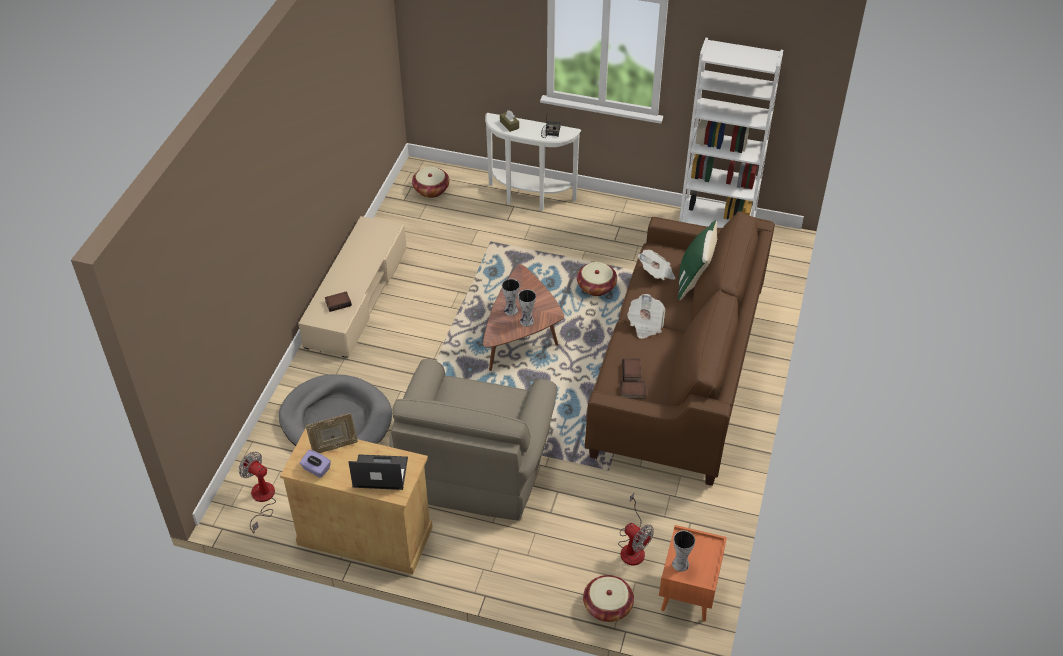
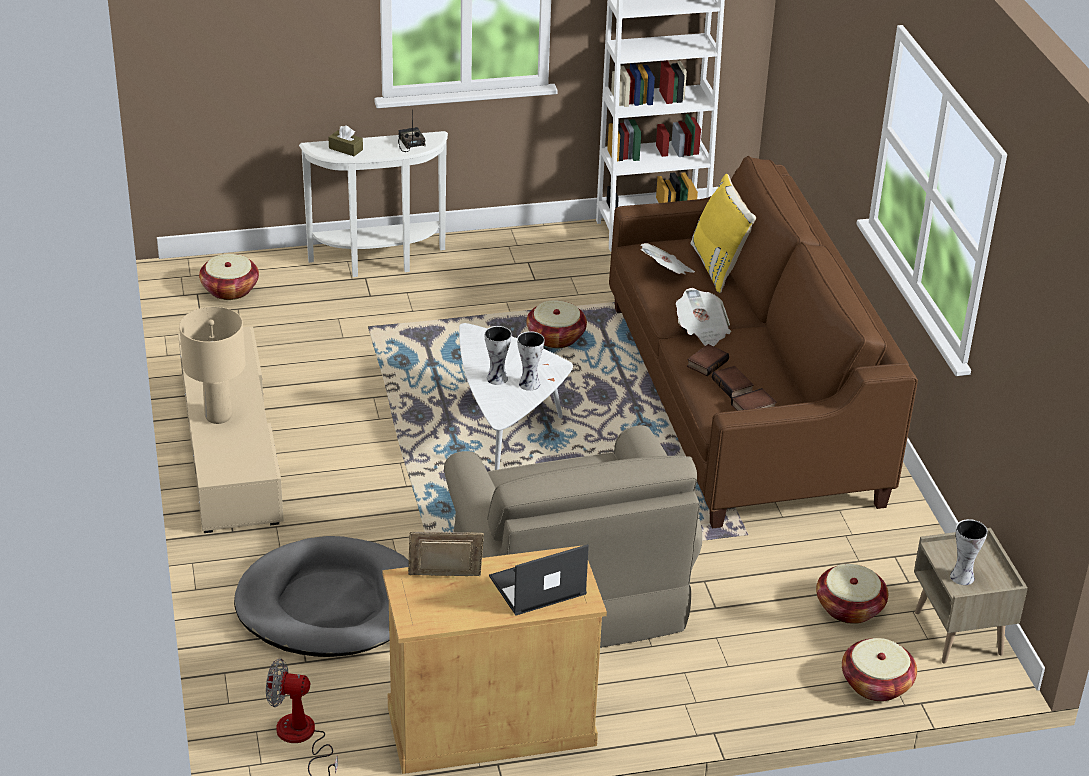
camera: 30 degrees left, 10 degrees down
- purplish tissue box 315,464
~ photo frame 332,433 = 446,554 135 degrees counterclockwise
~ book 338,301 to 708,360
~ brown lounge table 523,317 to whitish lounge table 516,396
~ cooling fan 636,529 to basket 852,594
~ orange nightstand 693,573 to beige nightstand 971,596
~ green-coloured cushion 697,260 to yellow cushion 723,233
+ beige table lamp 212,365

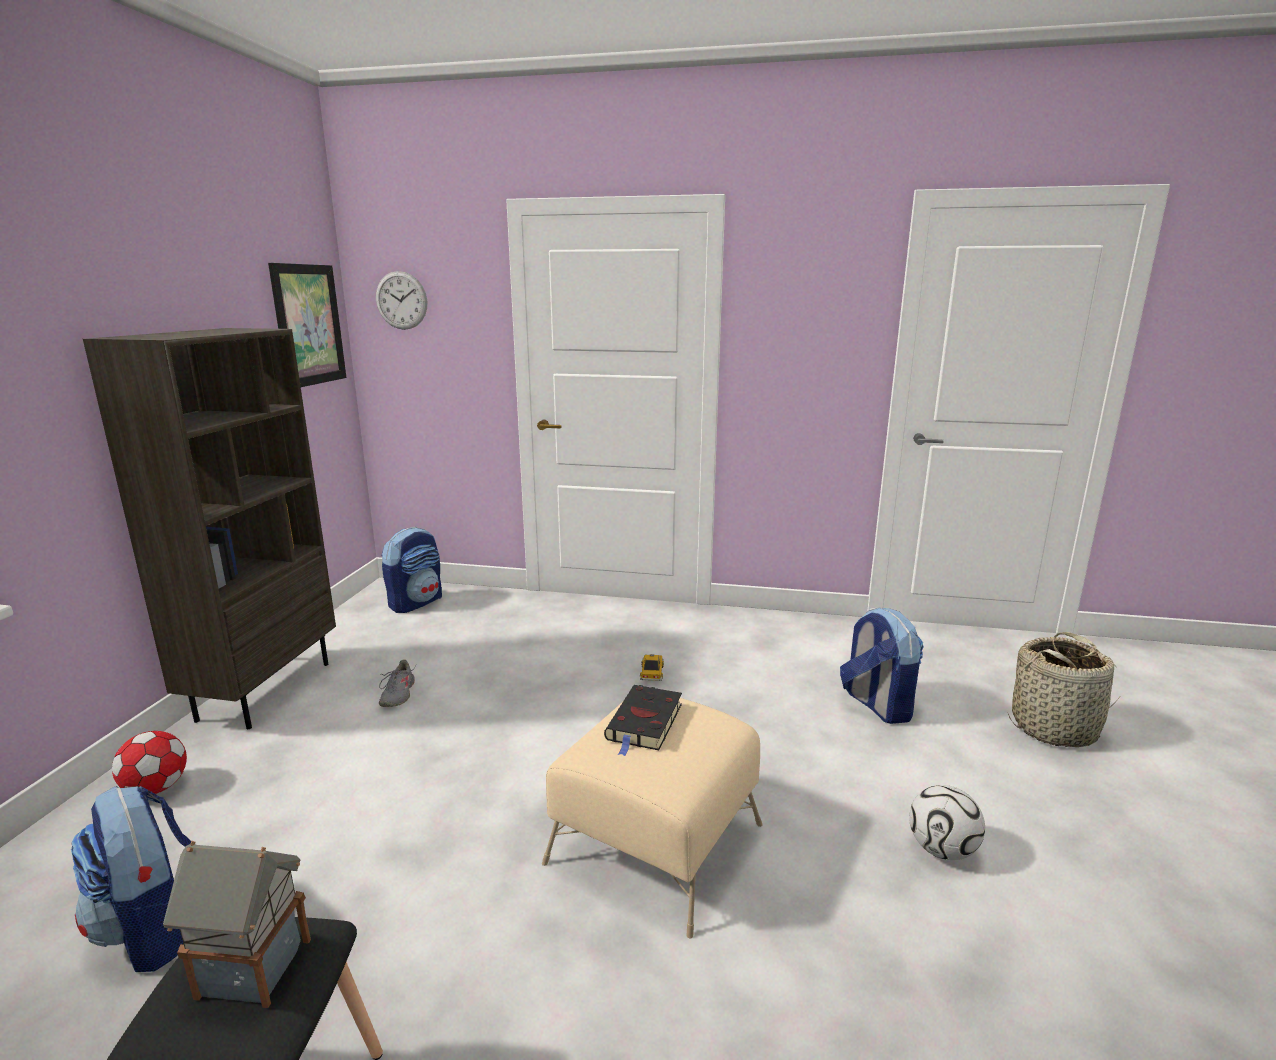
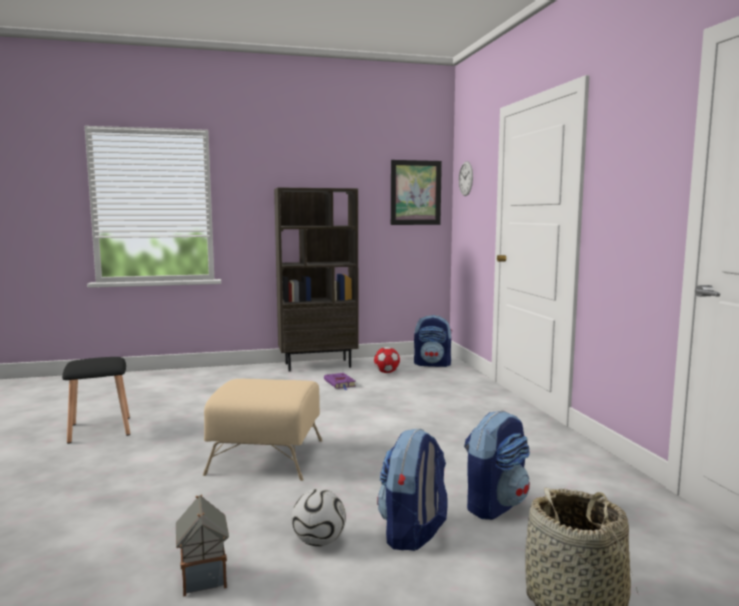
camera: 65 degrees right, 10 degrees down
~ backpack 133,879 to 412,489
~ football ball 149,762 to 387,360
~ model house 237,924 to 202,545
~ gray item of footwear 398,683 to purplish book 339,381
- black-coloured book 643,720
- miniature car 652,667

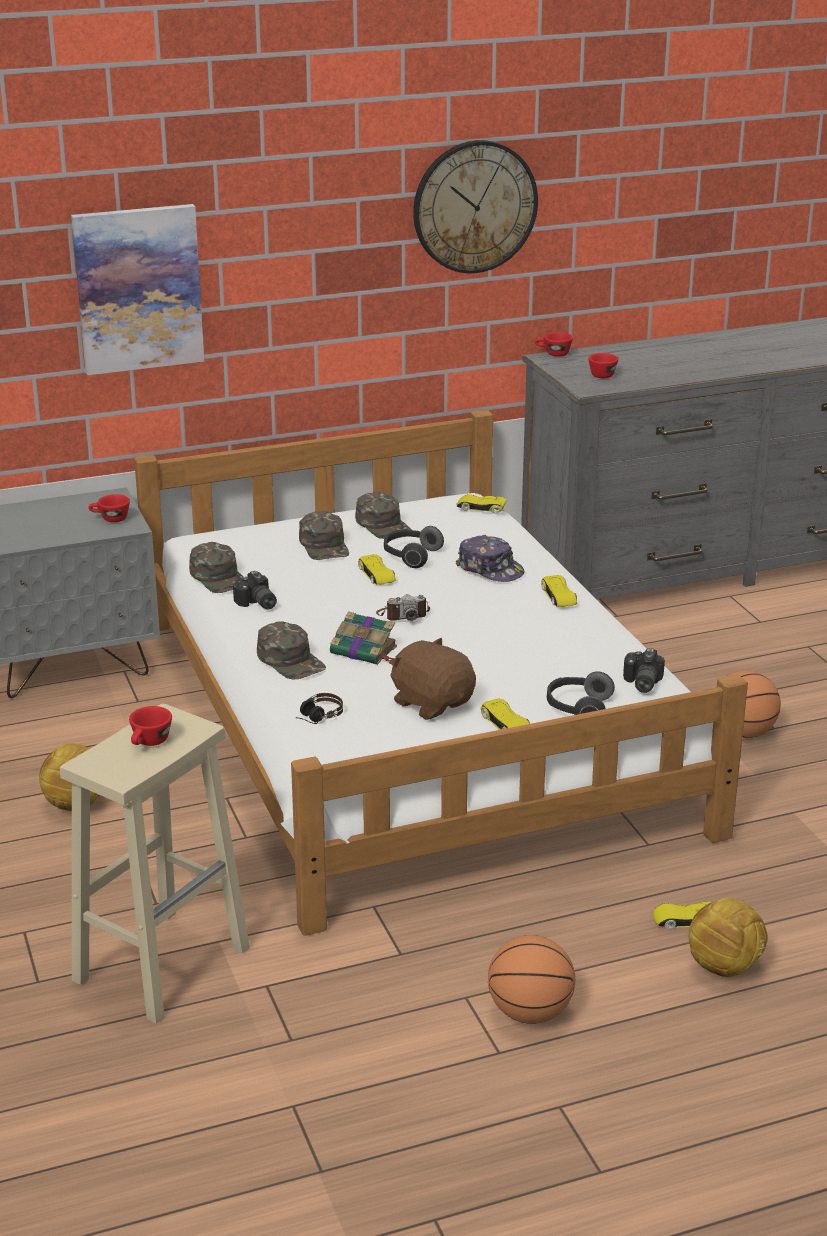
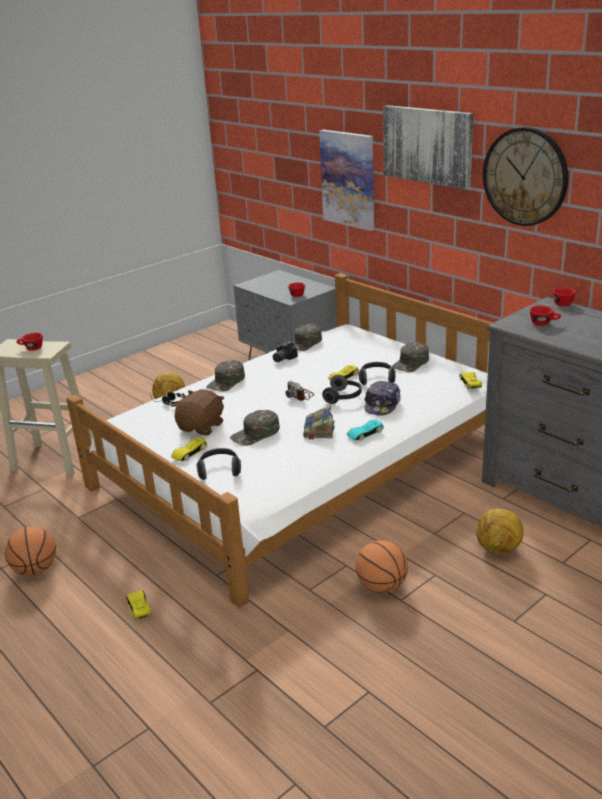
camera: 70 degrees right, 0 degrees up
~ green-coloured peaked cap 324,535 to 254,428
~ book 363,638 to 318,422
~ yellow miniature car 559,591 to turquoise miniature car 365,429
- photo camera 644,670
~ football ball 728,937 to 500,531
+ headset 342,389
+ wall art 428,147

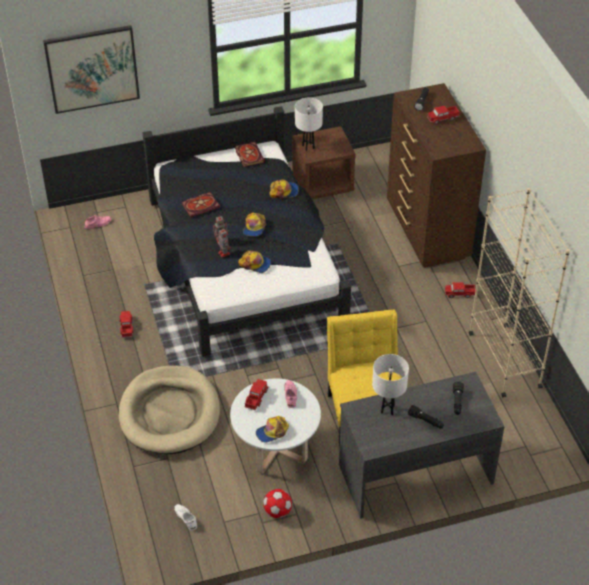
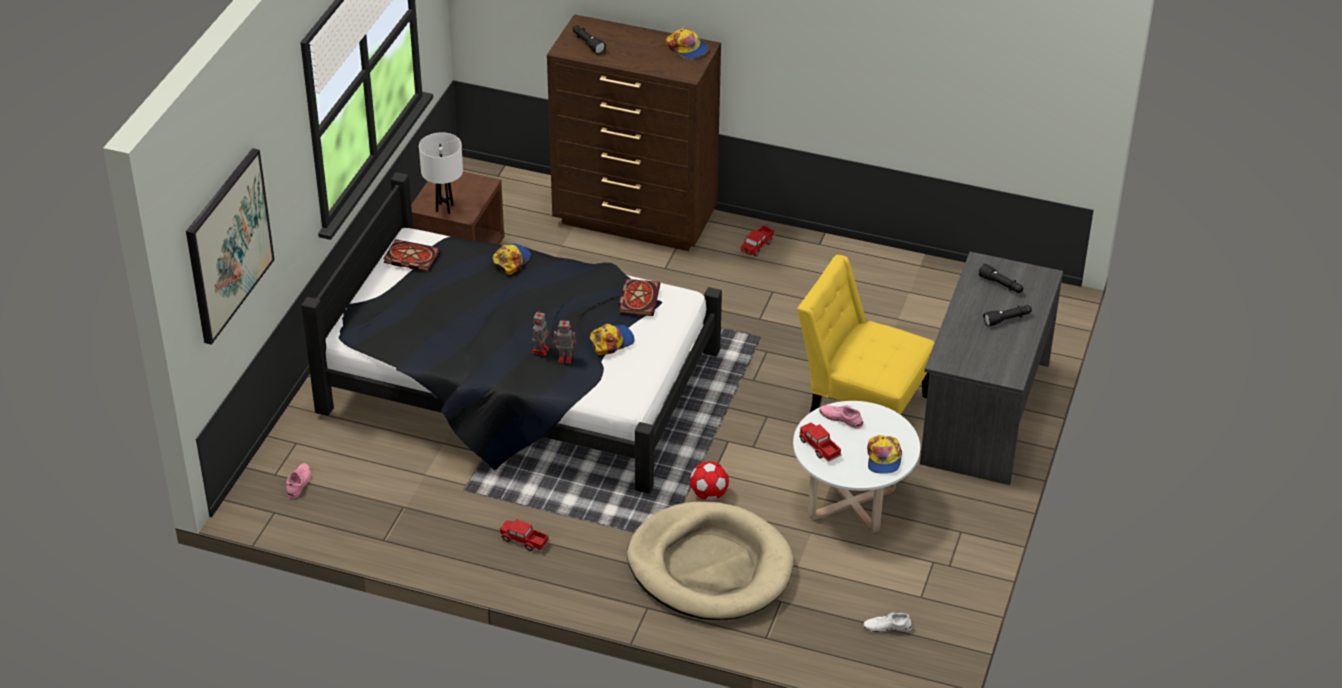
camera: 55 degrees left, 5 degrees down
~ book 201,205 to 639,297
~ peaked cap 254,225 to 687,44
~ football ball 277,503 to 709,480
- whitish table lamp 390,384
- toy lorry 443,115
- beige bookshelf 519,292

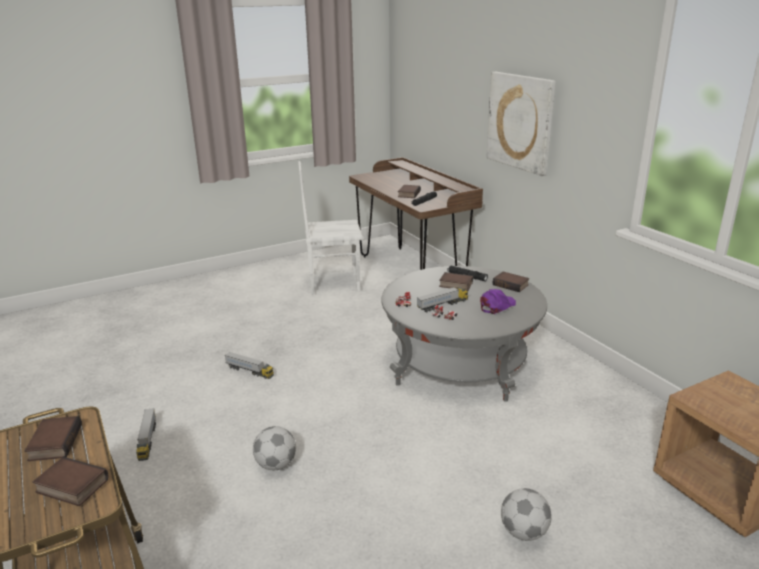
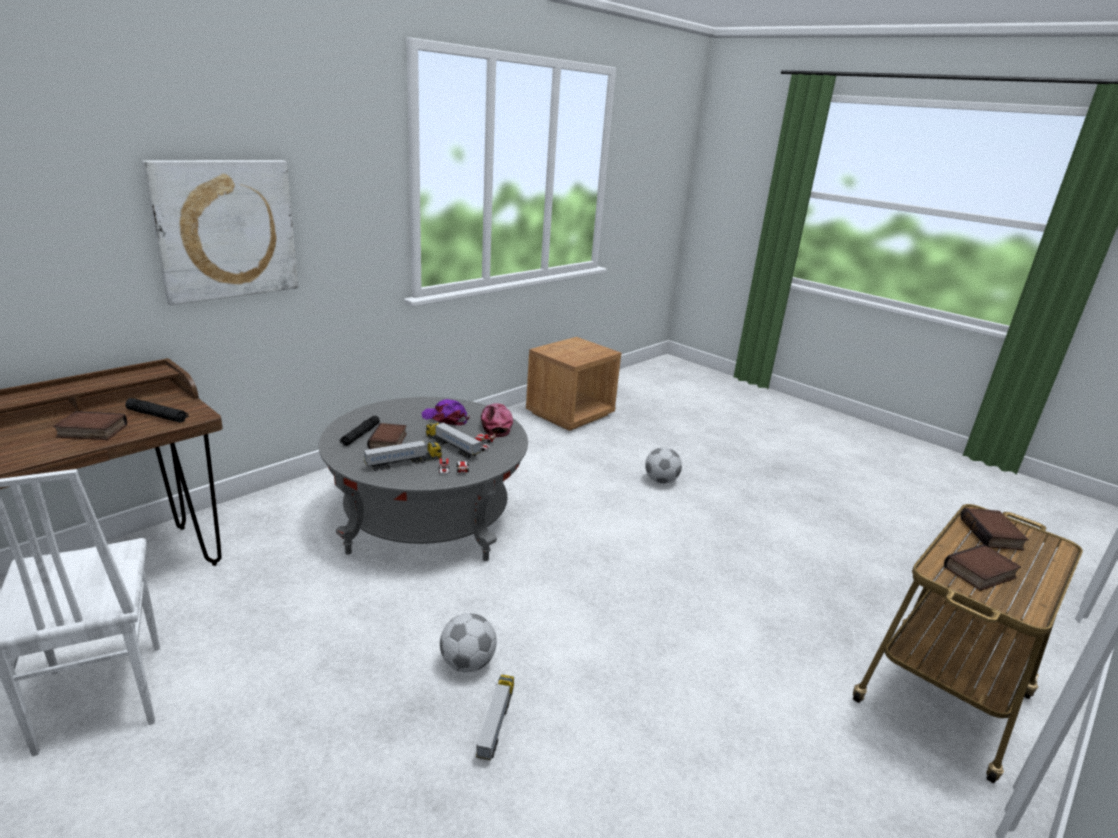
camera: 110 degrees left, 0 degrees up
~ toy lorry 146,434 to 403,455
~ football ball 274,448 to 468,642
- book 511,282
+ peaked cap 497,420

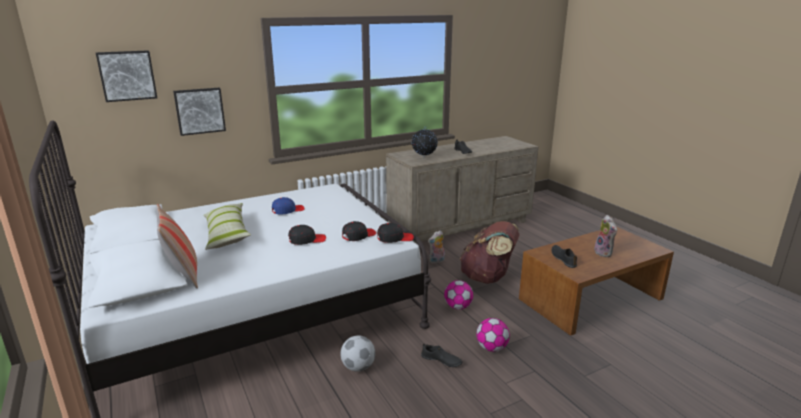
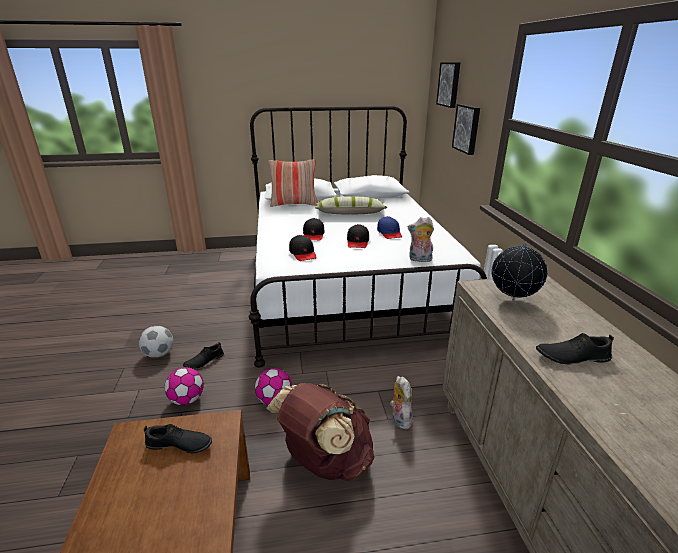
camera: 110 degrees right, 5 degrees up
~ football ball 357,353 to 156,342
~ black-coloured peaked cap 395,233 to 358,236
~ soft toy 605,236 to 421,239

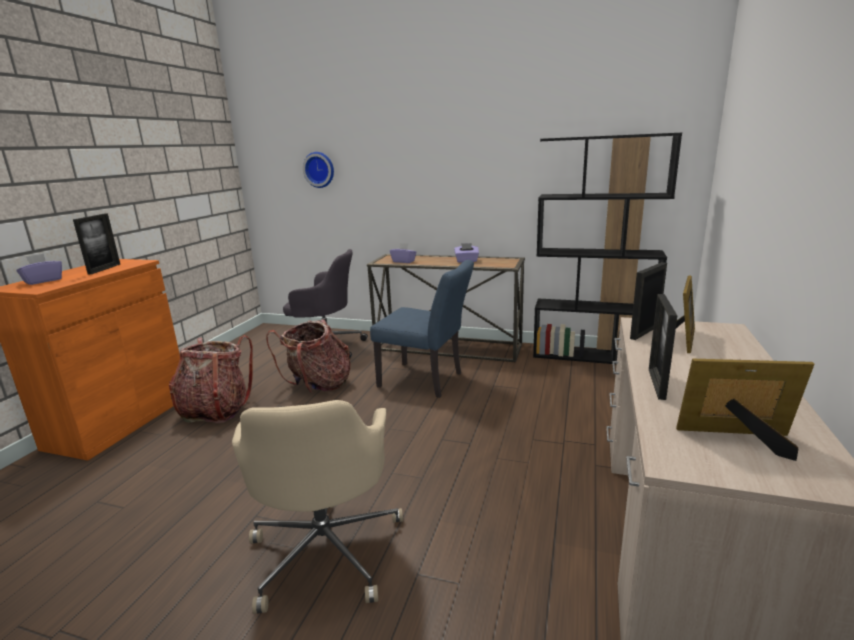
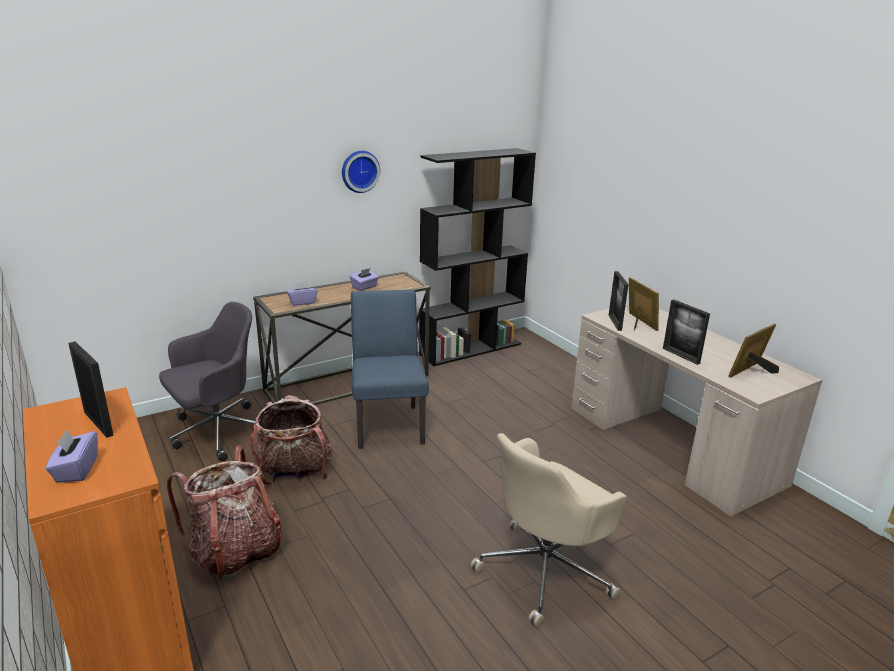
camera: 50 degrees left, 5 degrees up
~ beige computer chair 317,507 = 549,530 105 degrees clockwise
~ wall clock 318,170 to 361,172
~ blue-coloured plain chair 422,329 = 390,369 75 degrees counterclockwise

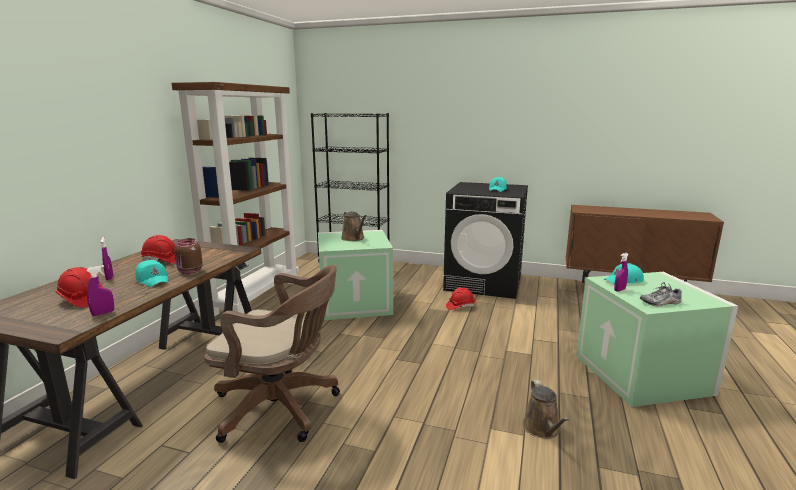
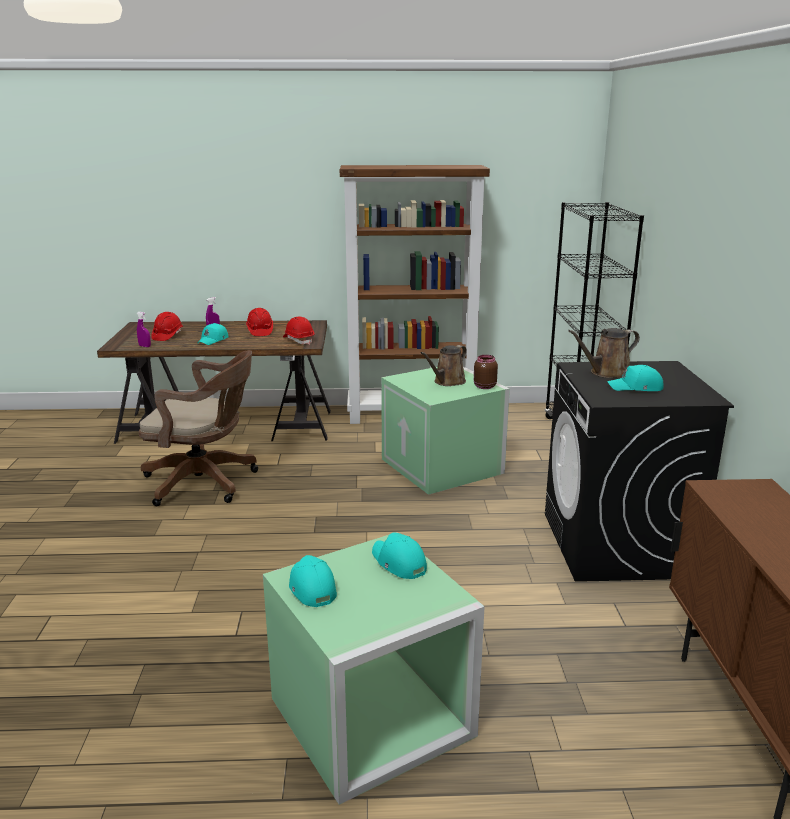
camera: 70 degrees right, 5 degrees up
~ brown jar 188,256 to 486,372
~ brown computer chair 272,354 = 198,428 75 degrees counterclockwise
~ reddish hard hat 460,298 to 298,330
~ brown watering pot 545,409 to 604,353
- purplish hand sprayer 621,272
~ item of footwear 661,294 to turquoise peaked cap 313,581

